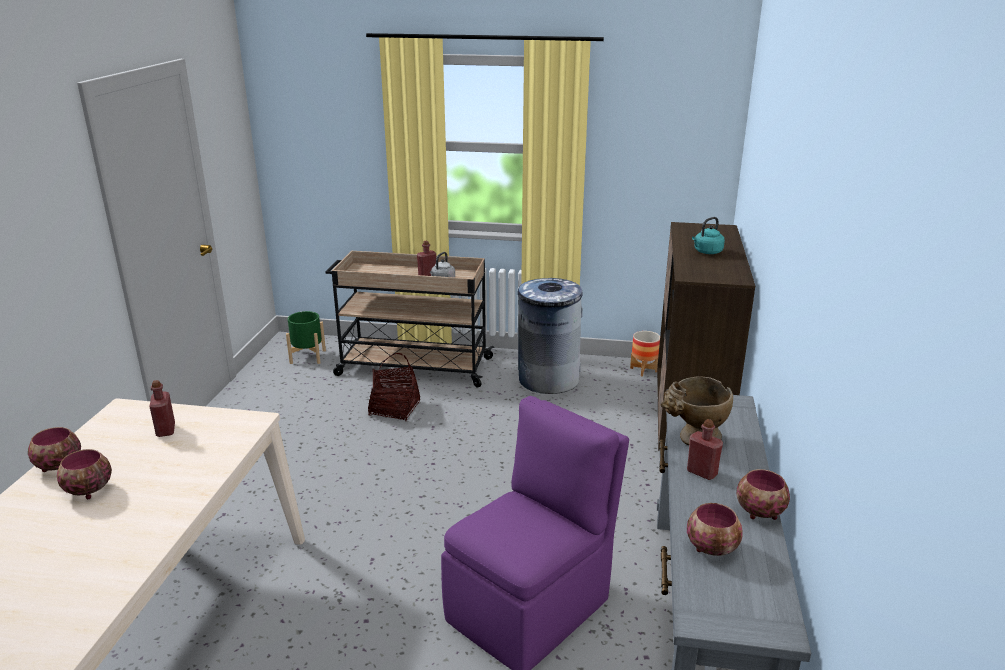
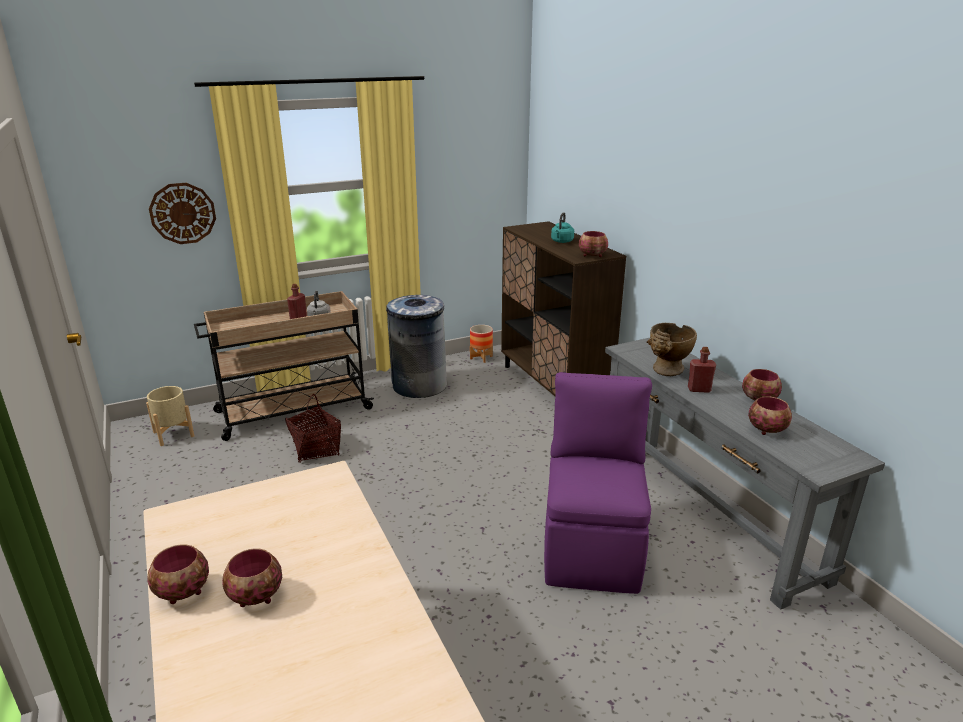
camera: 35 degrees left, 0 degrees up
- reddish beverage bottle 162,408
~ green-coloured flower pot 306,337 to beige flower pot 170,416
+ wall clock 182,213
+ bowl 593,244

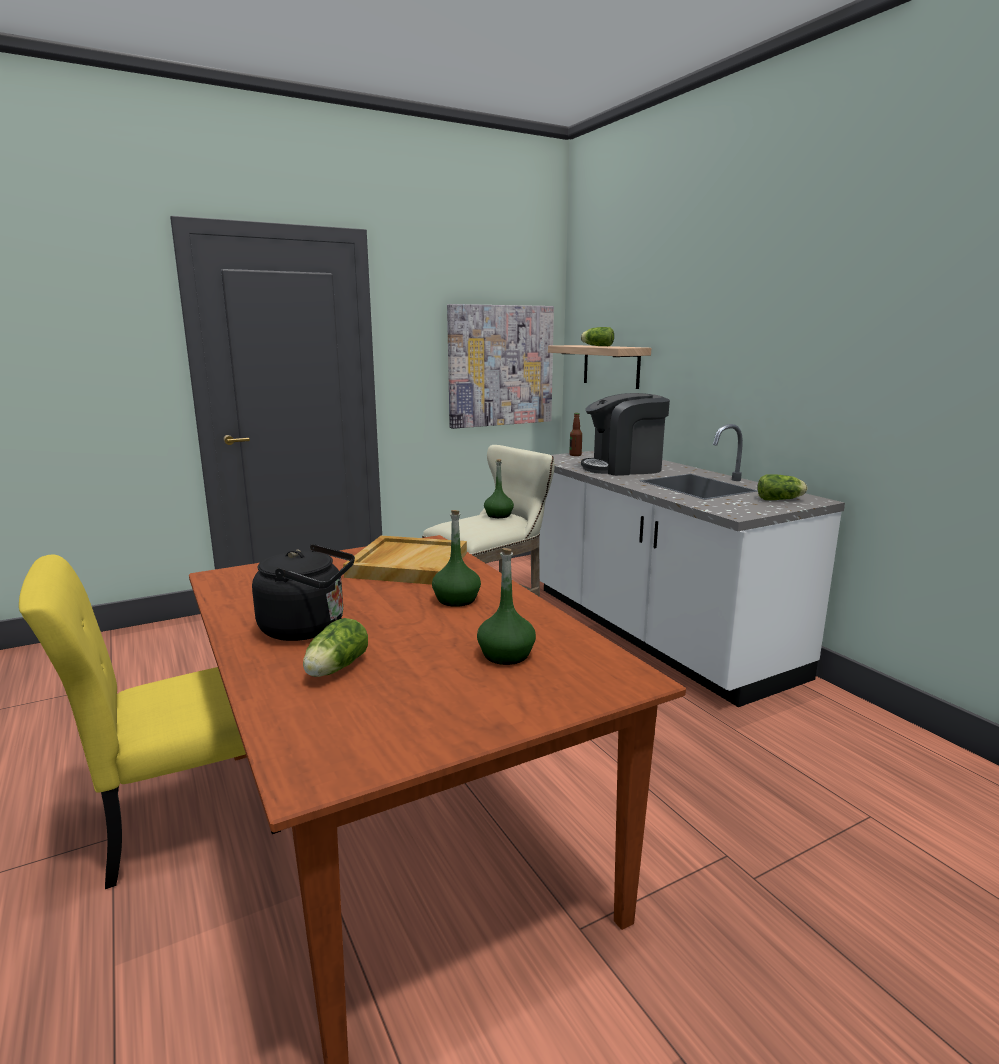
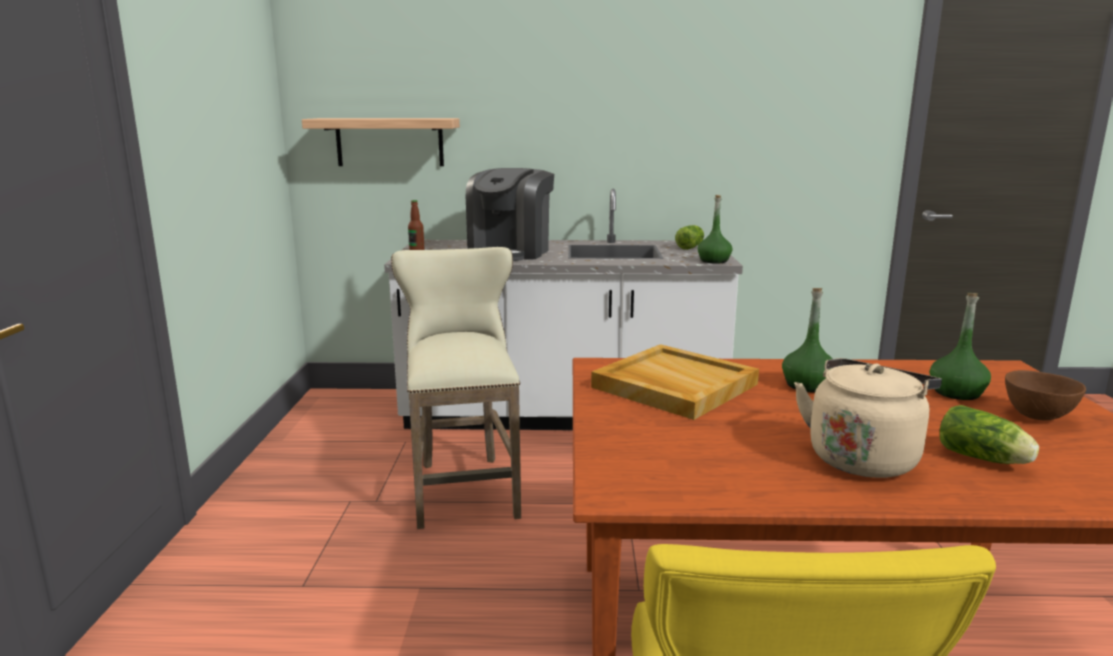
camera: 60 degrees left, 0 degrees up
~ black-coloured tea kettle 303,592 to beige tea kettle 868,418
- wall art 500,366
~ green-coloured beverage bottle 499,488 to 715,229
- lettuce head 597,336
+ brown bowl 1045,395

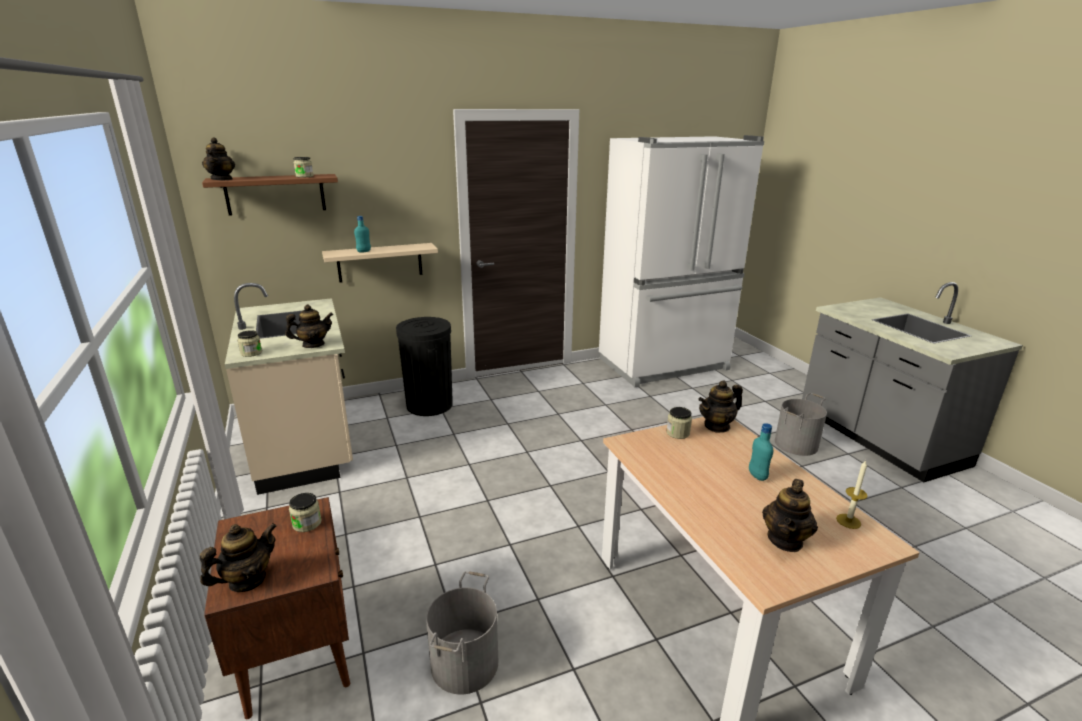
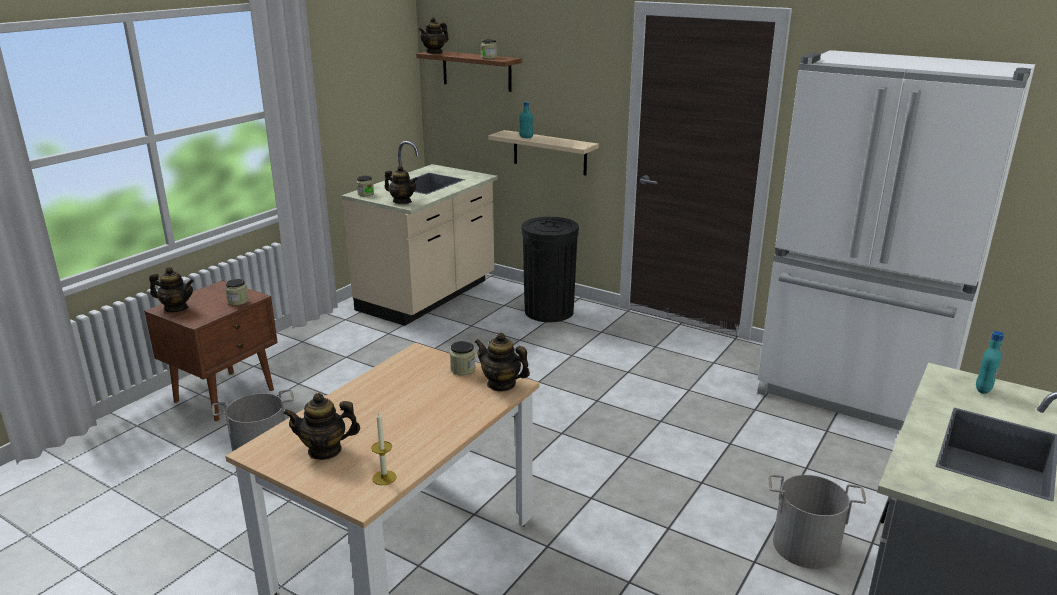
camera: 55 degrees right, 0 degrees up
~ turquoise beverage bottle 761,452 to 990,362

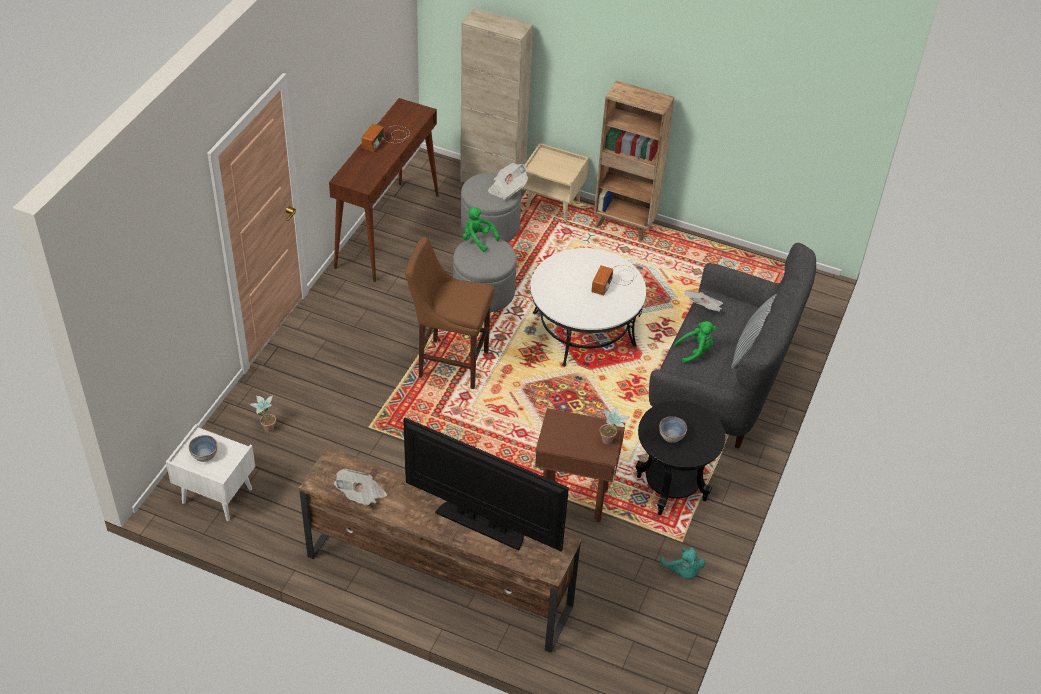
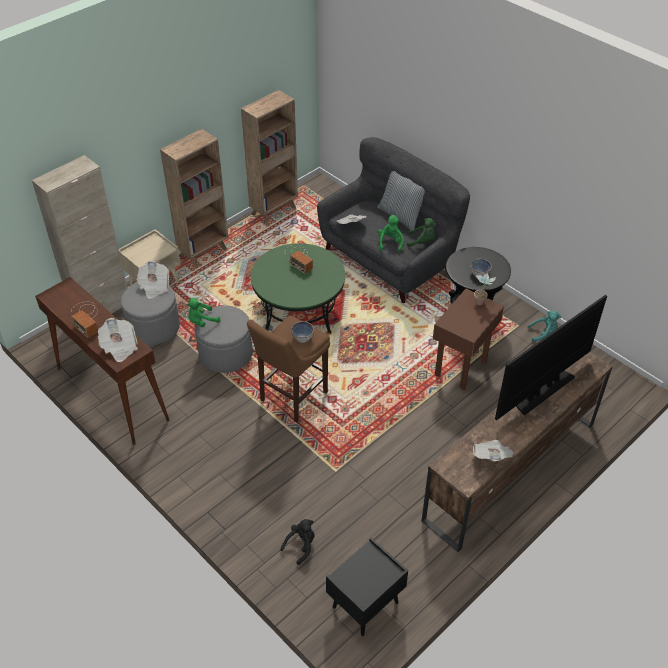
camera: 65 degrees left, 0 degrees up
~ whitish nightstand 210,472 to black-coloured nightstand 367,587
~ bowl 203,448 to 302,332
~ houseplant 262,413 to black-coloured soft toy 298,542
~ whitish lounge table 588,307 to green-coloured lounge table 298,288
+ newspaper 118,340
+ brown bookshelf 269,157
+ green-coloured soft toy 421,232

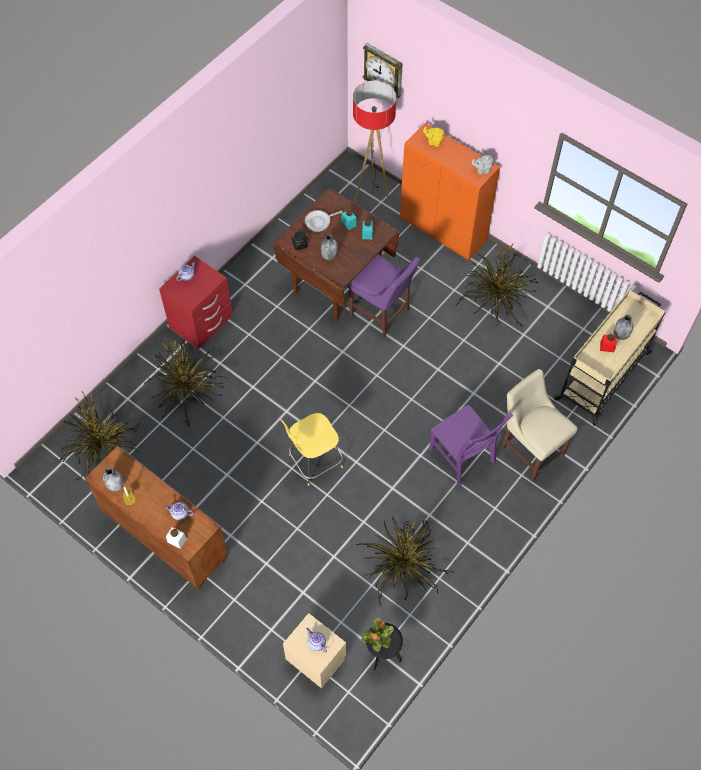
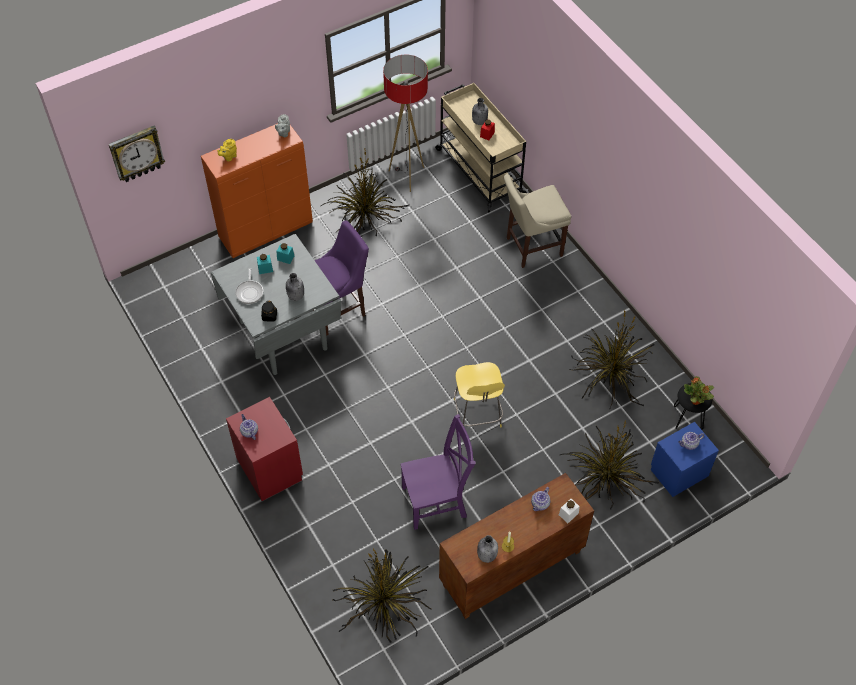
camera: 70 degrees left, 5 degrees down
~ houseplant 185,383 to 609,464
~ brown dining table 336,254 to gray dining table 275,304
~ beige nightstand 314,651 to blue-coloured nightstand 685,459
~ standard lamp 375,142 to 405,123
~ purplish plain chair 471,445 to 438,472

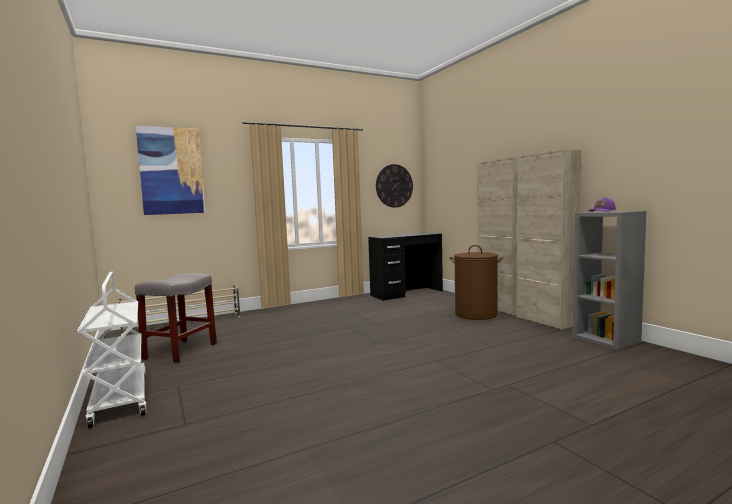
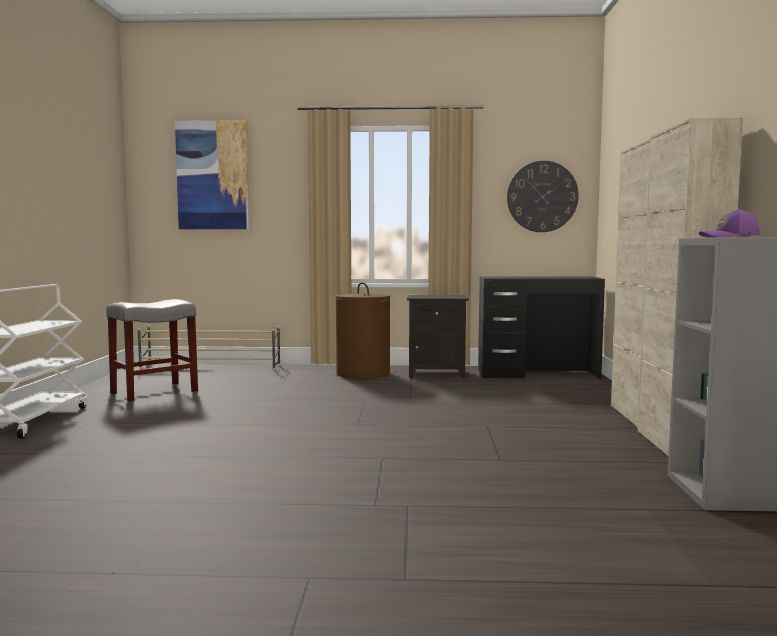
camera: 30 degrees right, 0 degrees up
~ brown hamper 476,282 to 363,330
+ black-coloured nightstand 438,337

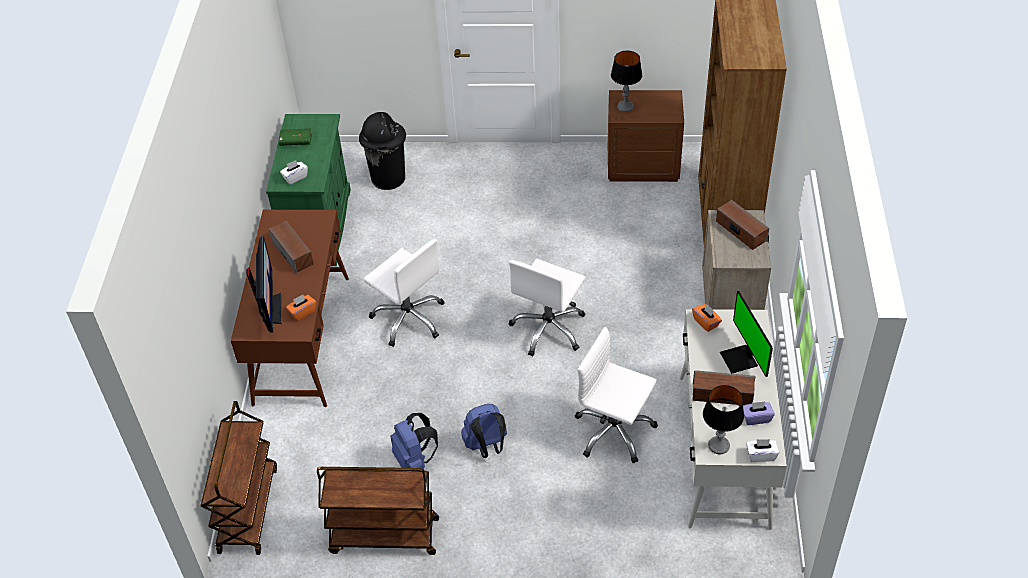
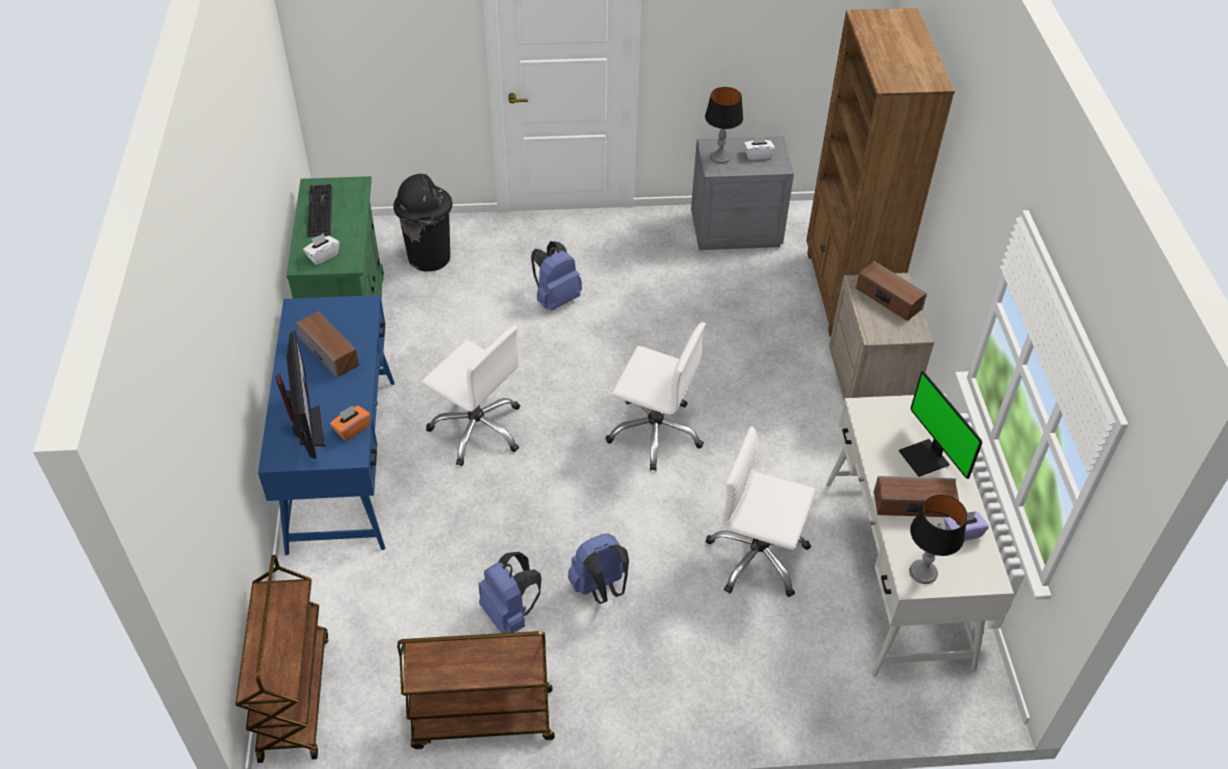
camera: 10 degrees left, 0 degrees up
~ brown desk 290,308 to blue-coloured desk 326,425
~ green-coloured book 295,137 to PC keyboard 319,210
~ whitish computer chair 547,307 = 655,396 90 degrees counterclockwise
~ brown nightstand 646,136 to gray nightstand 742,193
- orange tissue box 707,318
~ whitish tissue box 762,450 to 759,148
+ blue-coloured backpack 556,276

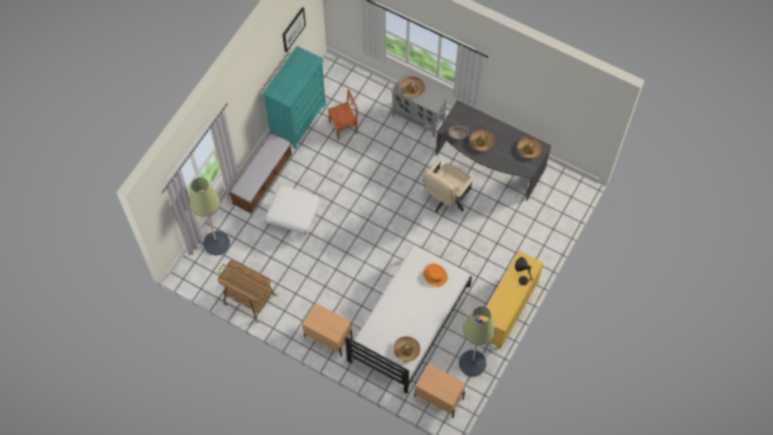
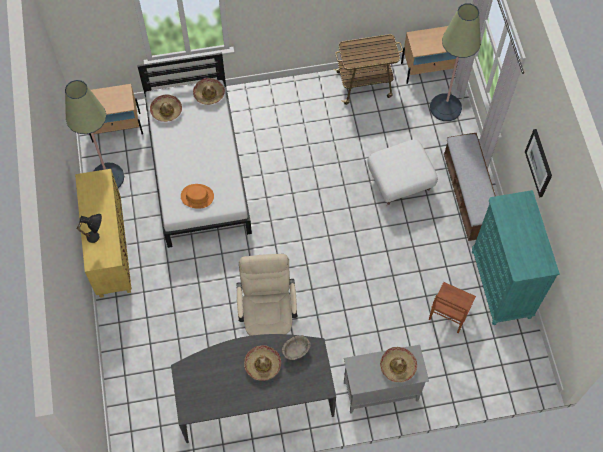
camera: 140 degrees right, 0 degrees up
~ wall art 294,30 to 538,163
~ beige nightstand 327,330 to 429,55
~ wearable hat 530,147 to 209,91

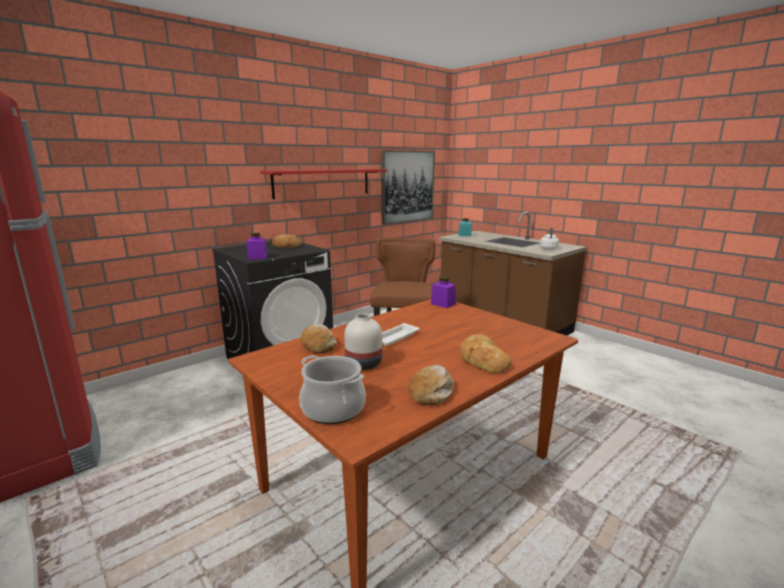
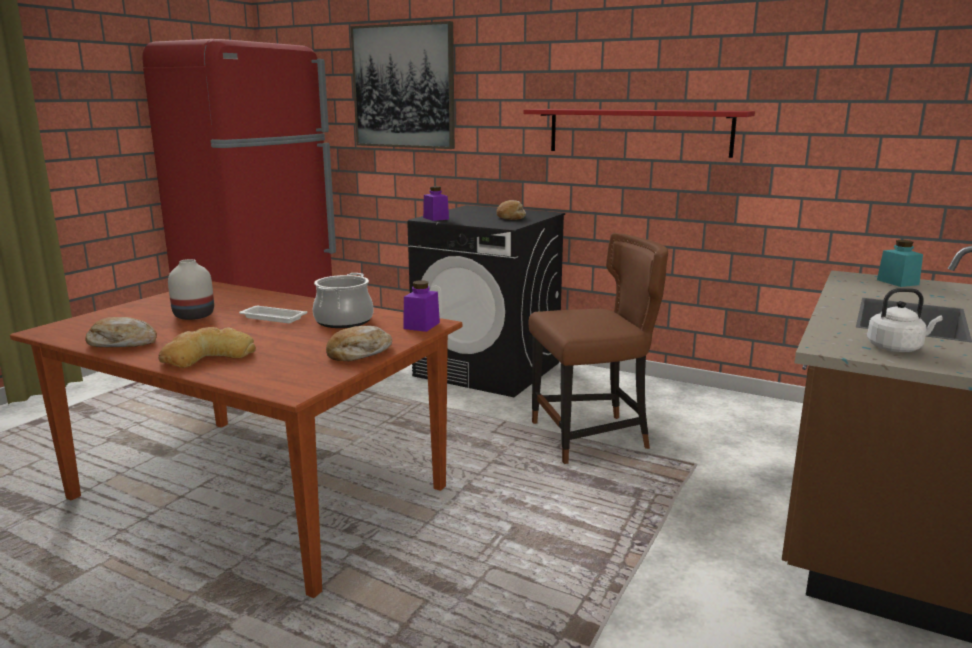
camera: 70 degrees right, 0 degrees up
~ saucepot 332,389 to 343,300
~ baked bread 319,338 to 359,343
~ wall art 408,188 to 403,85

